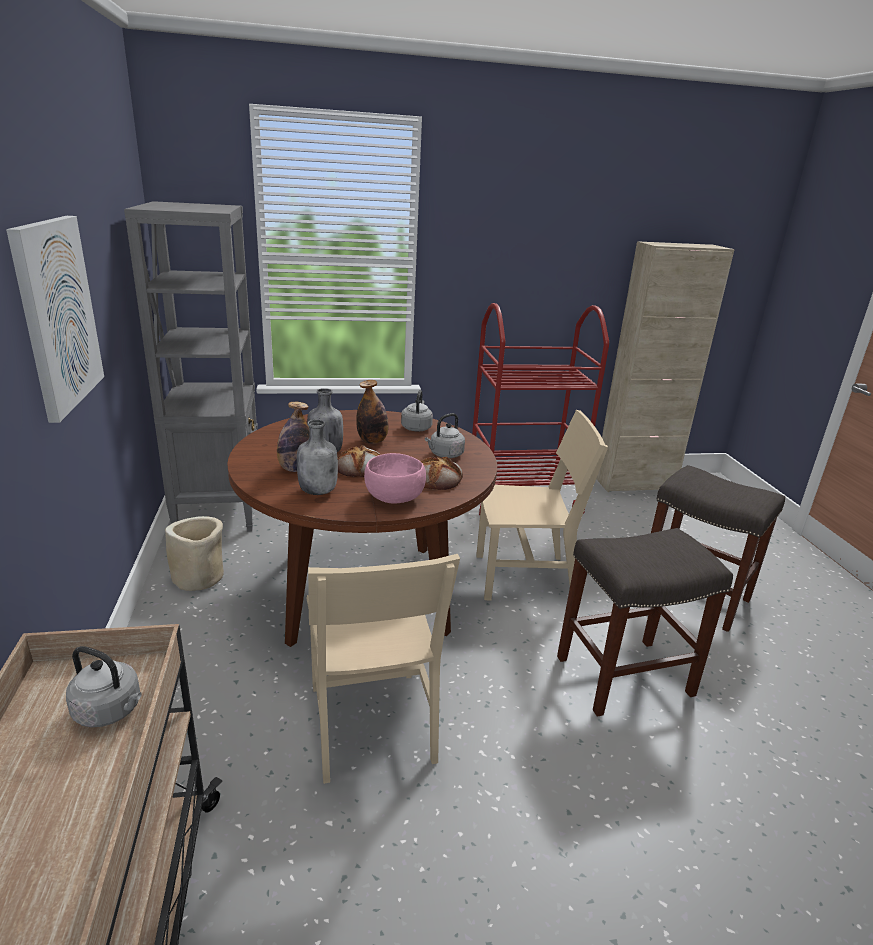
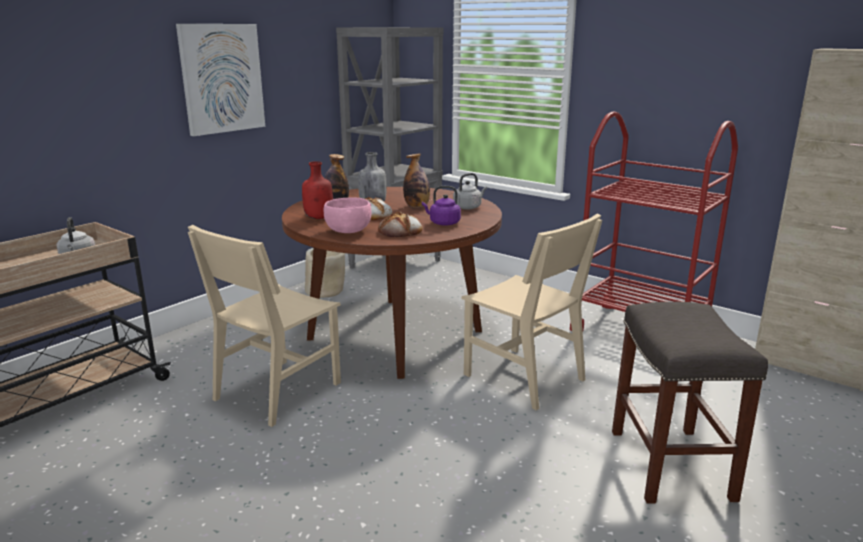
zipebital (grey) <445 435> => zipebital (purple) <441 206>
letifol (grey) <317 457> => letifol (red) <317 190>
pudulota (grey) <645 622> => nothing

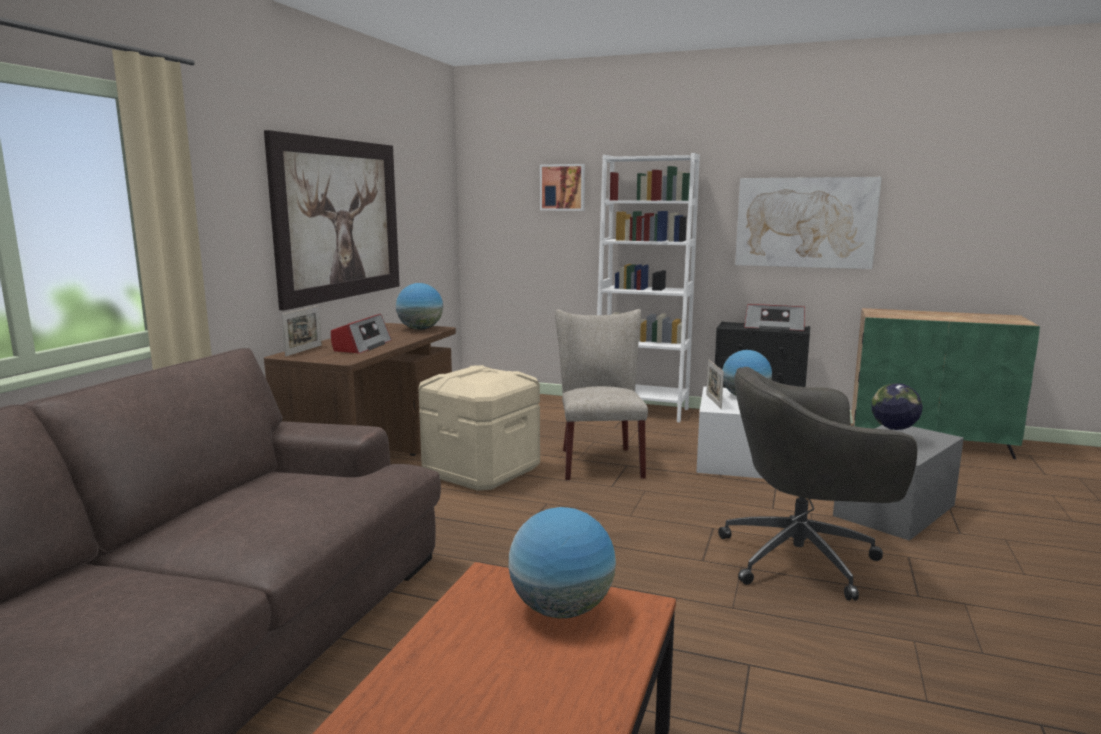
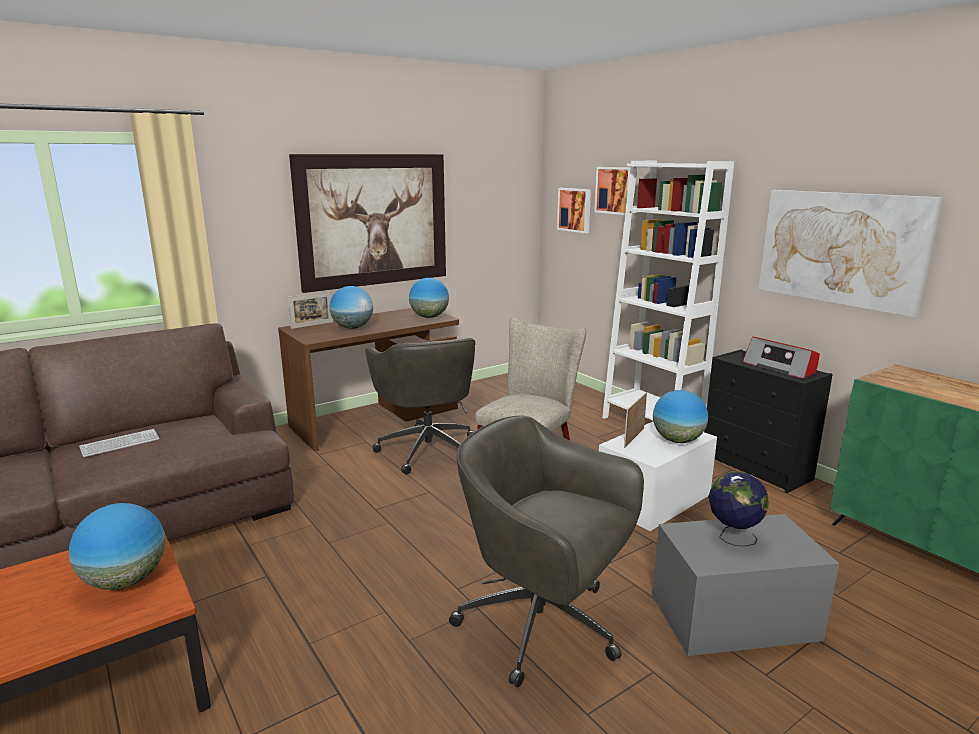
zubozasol <361 334> => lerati <351 307>
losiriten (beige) <479 428> => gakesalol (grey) <420 406>
nothing => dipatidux <574 210>
nothing => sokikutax <119 443>

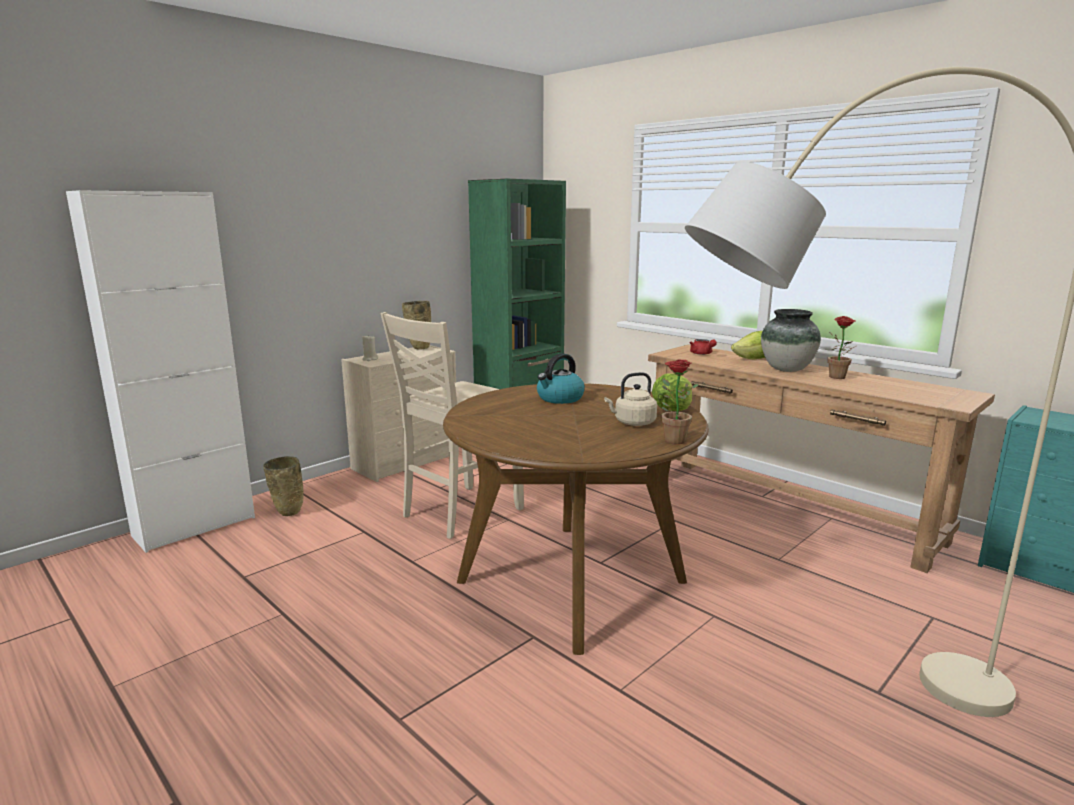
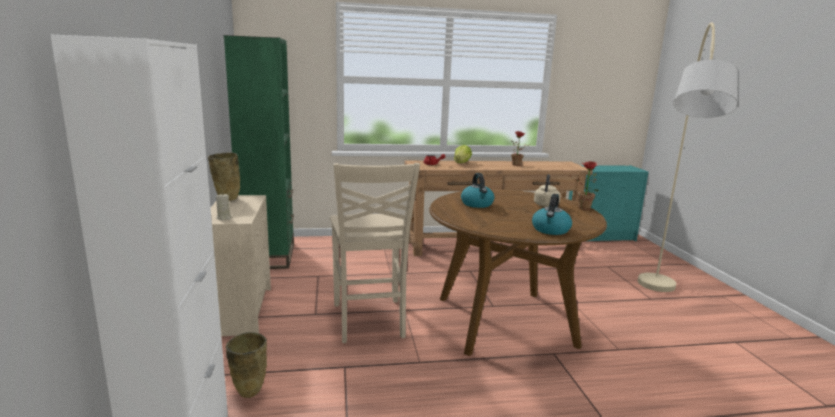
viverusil <791 340> => nothing
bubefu <672 392> => nothing
nothing => zipebital <552 214>

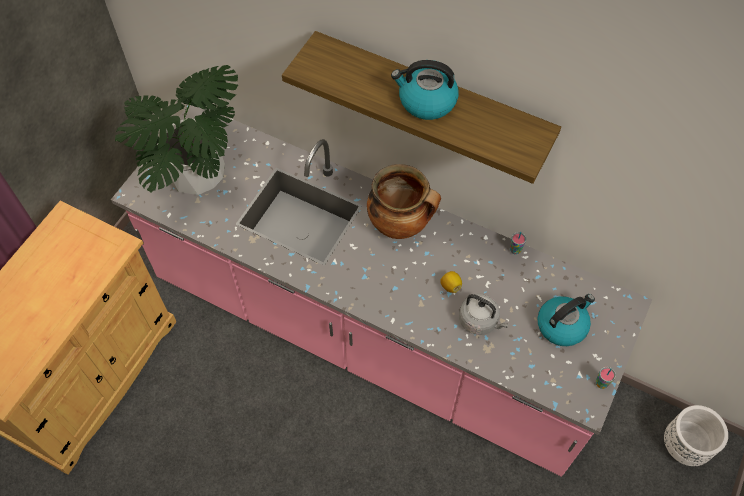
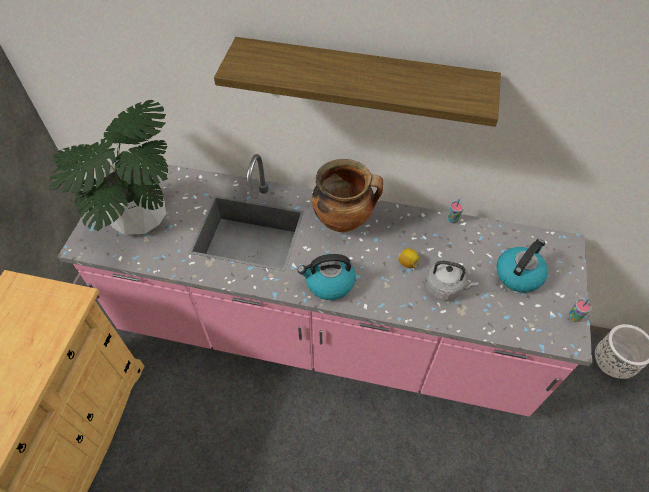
zipebital <425 90> => zipebital <326 277>, move

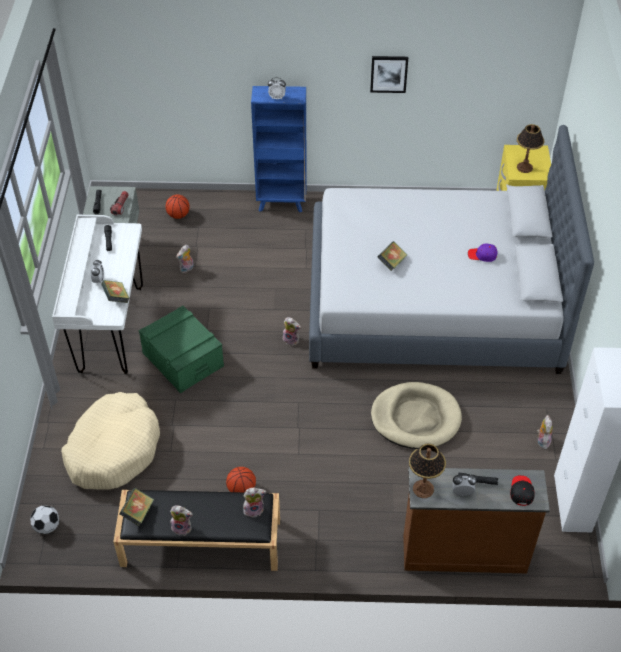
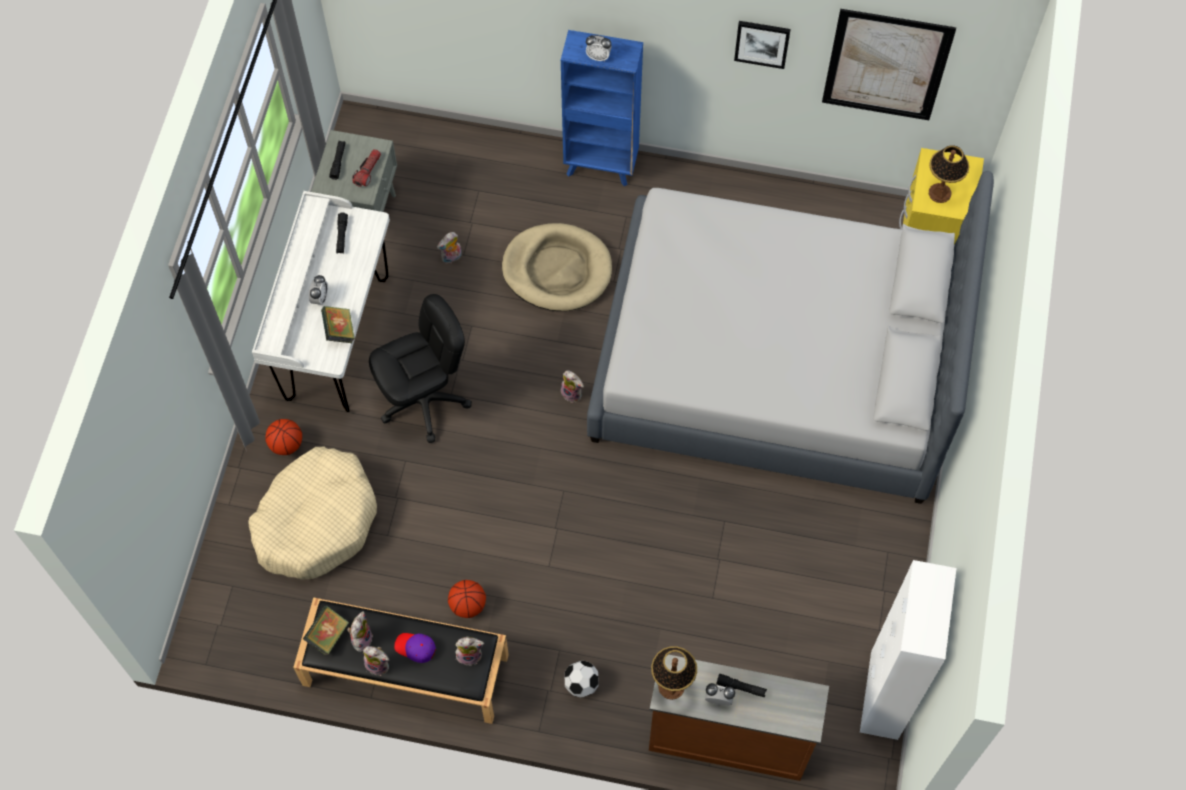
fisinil <178 207> => fisinil <283 437>, move
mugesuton <392 256> => nothing
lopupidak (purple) <483 253> => lopupidak (purple) <415 648>, move
losiriten (green) <181 349> => gakesalol (black) <420 368>
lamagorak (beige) <416 415> => lamagorak (beige) <557 267>, move
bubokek <545 432> => bubokek <360 631>, move
lopupidak (black) <522 490> => nothing
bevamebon <44 519> => bevamebon <581 679>, move
nothing => dipatidux <889 64>

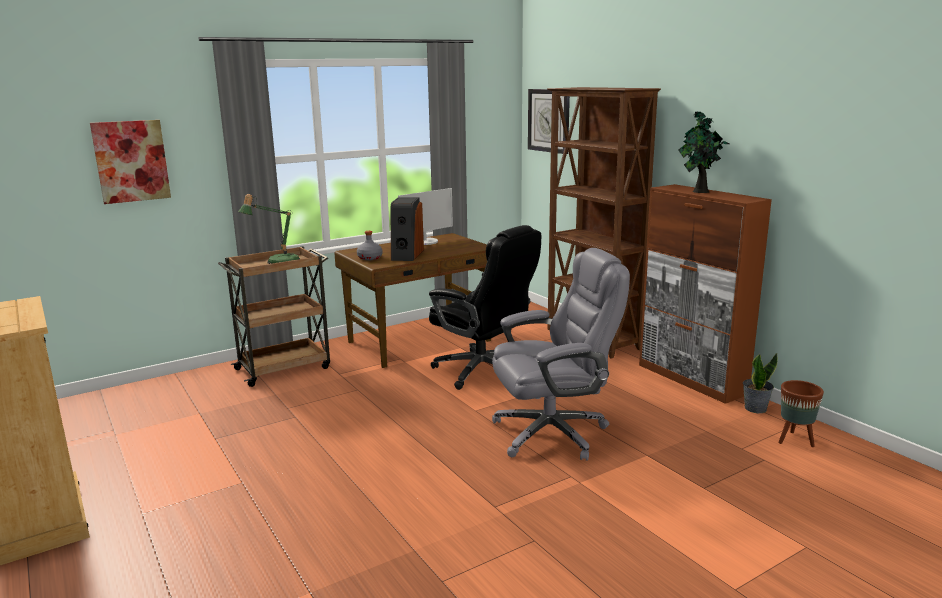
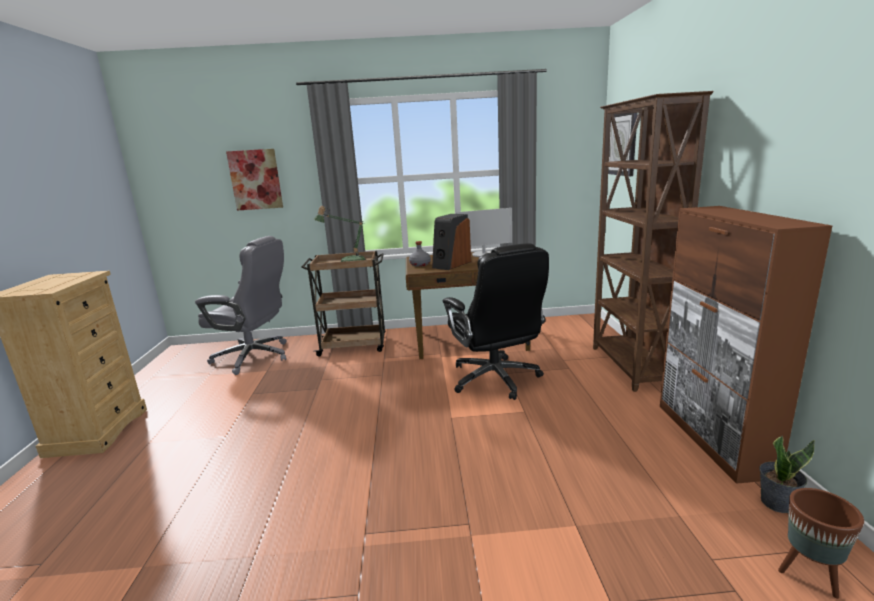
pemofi <704 152> => nothing
gakesalol (grey) <561 354> => gakesalol (grey) <241 305>, move

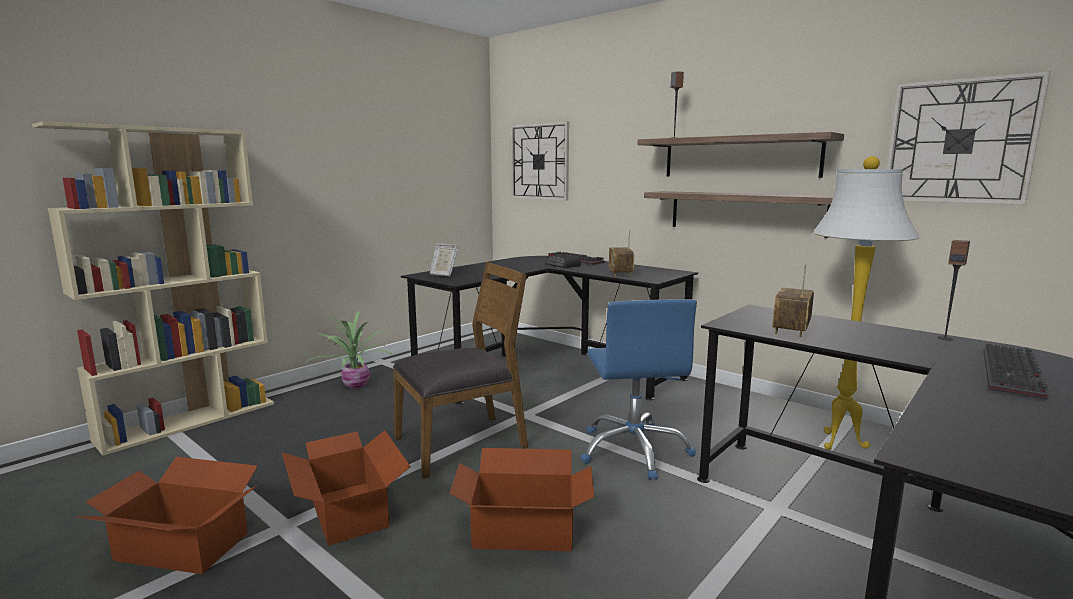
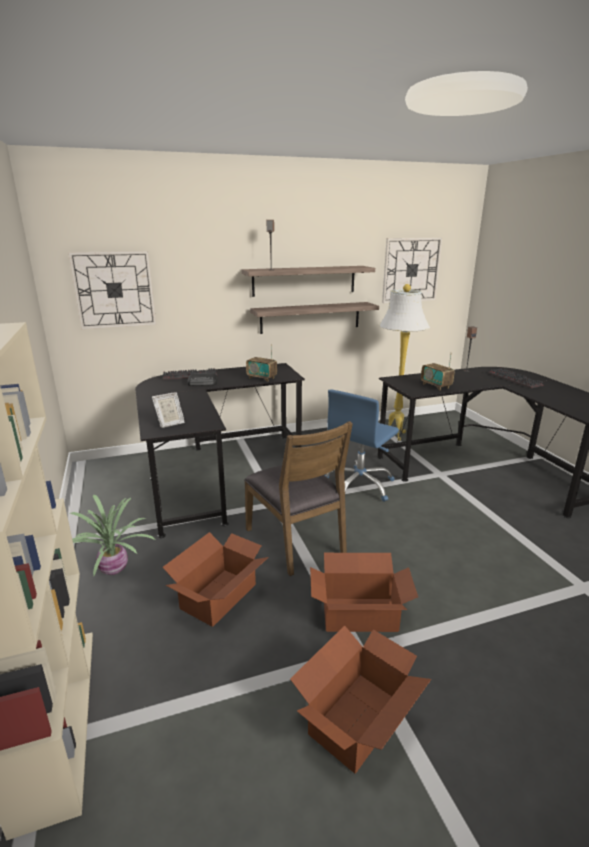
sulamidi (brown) <460 370> => sulamidi (brown) <298 498>, 150 degrees clockwise
gakesalol (blue) <639 389> => gakesalol (blue) <362 445>, 105 degrees clockwise
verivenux <521 499> => verivenux <215 579>, move

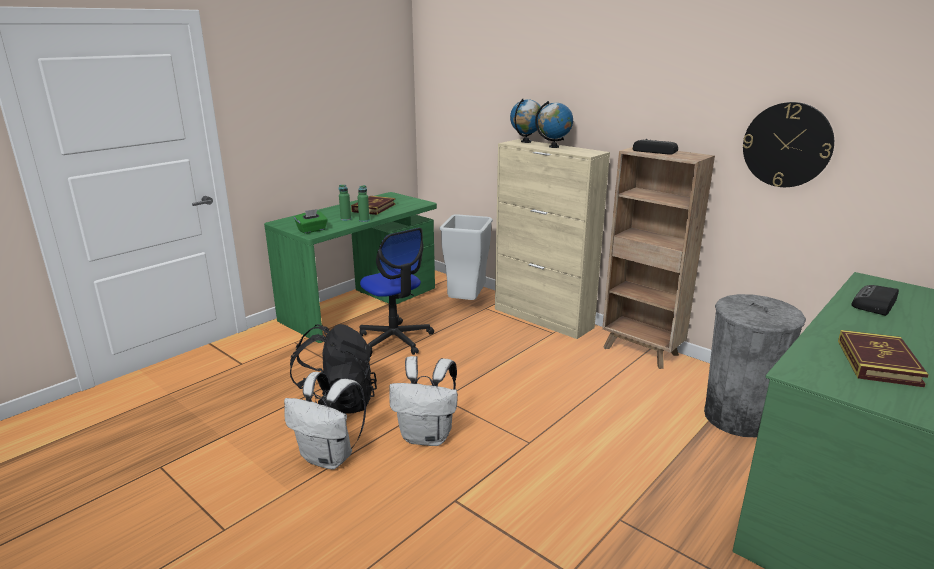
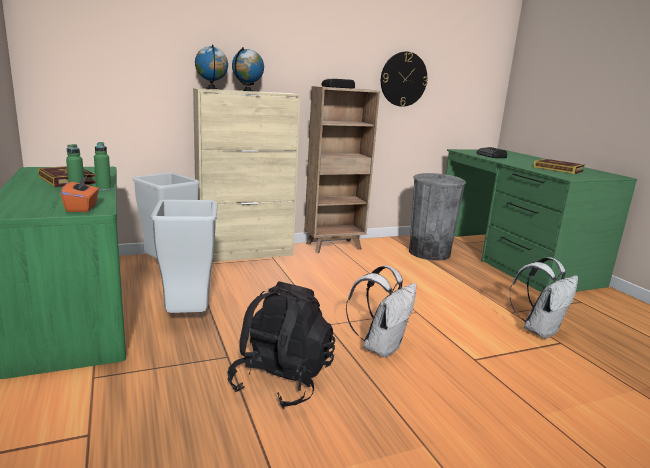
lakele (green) <311 221> => lakele (orange) <79 194>
gakesalol <396 291> => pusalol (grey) <183 256>
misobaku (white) <325 420> => misobaku (white) <544 298>, move

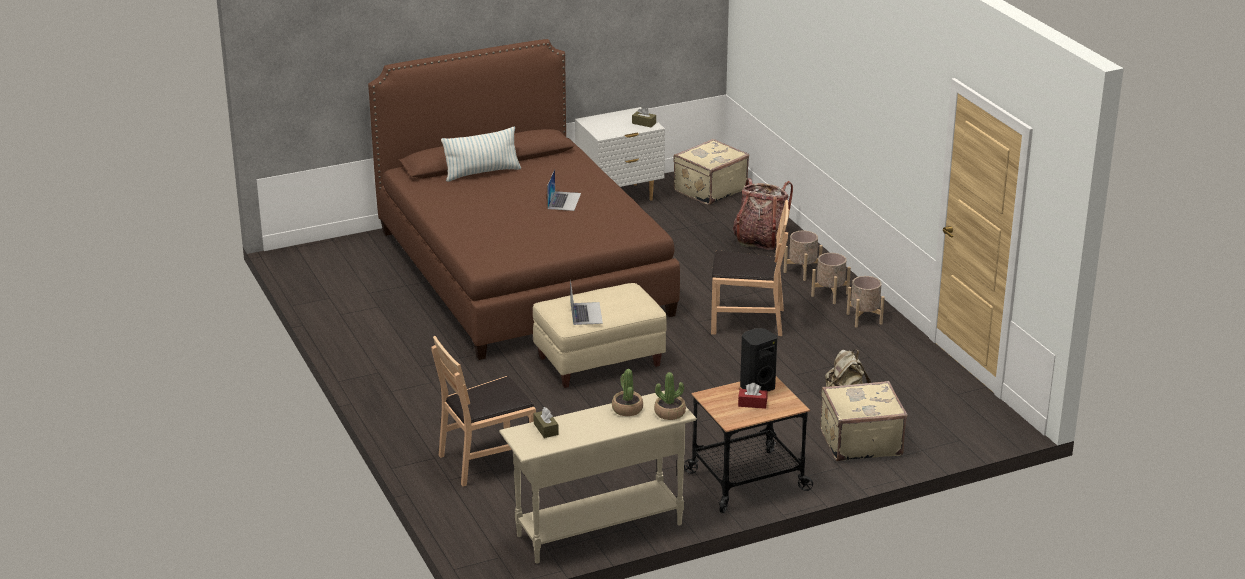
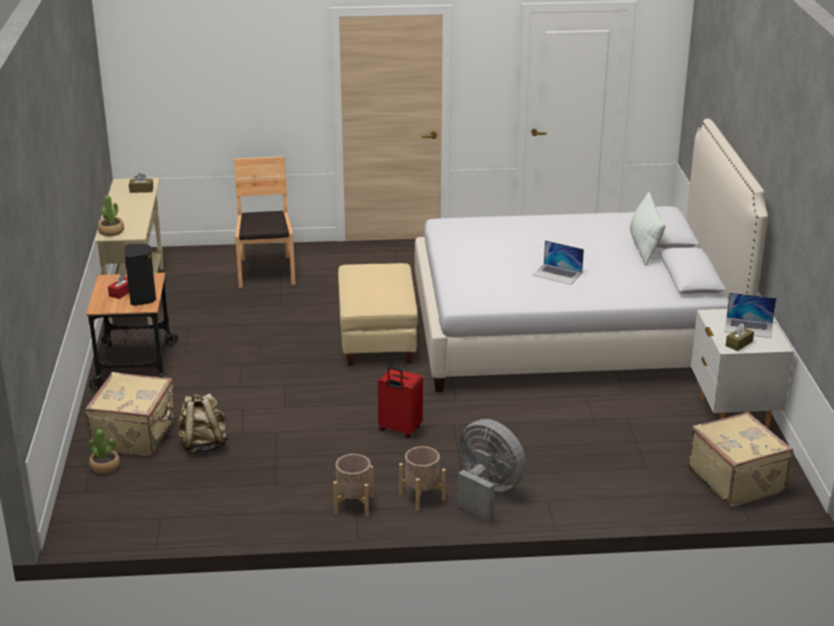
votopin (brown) <524 199> => votopin (white) <591 255>
misobaku <762 214> => nothing
sulamidi (brown) <750 268> => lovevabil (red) <400 402>
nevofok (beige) <803 256> => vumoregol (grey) <492 470>
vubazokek <586 302> => vubazokek <750 315>, move
pemofi <627 392> => pemofi <104 451>, move

